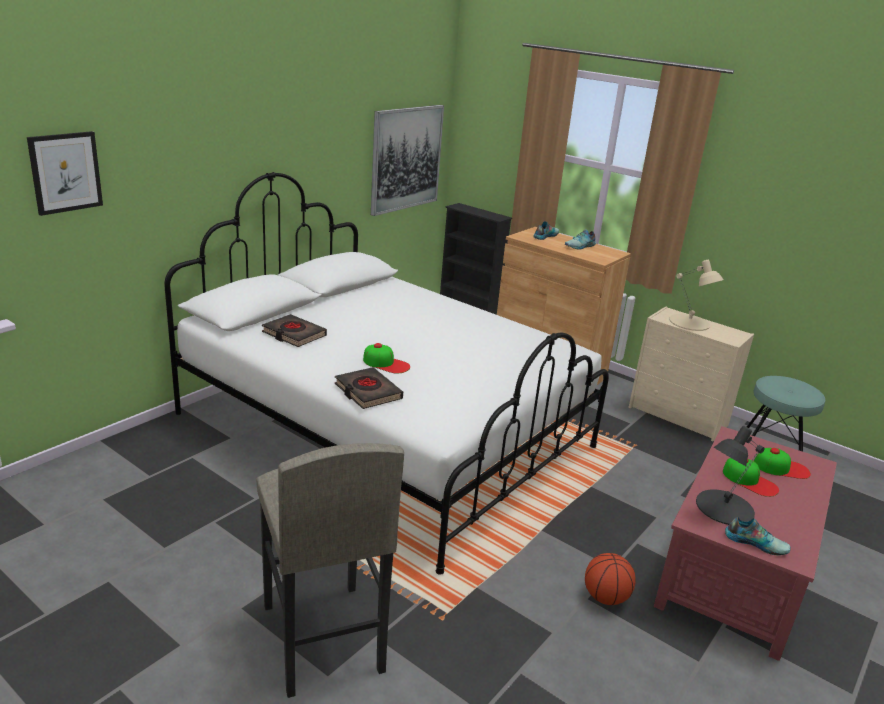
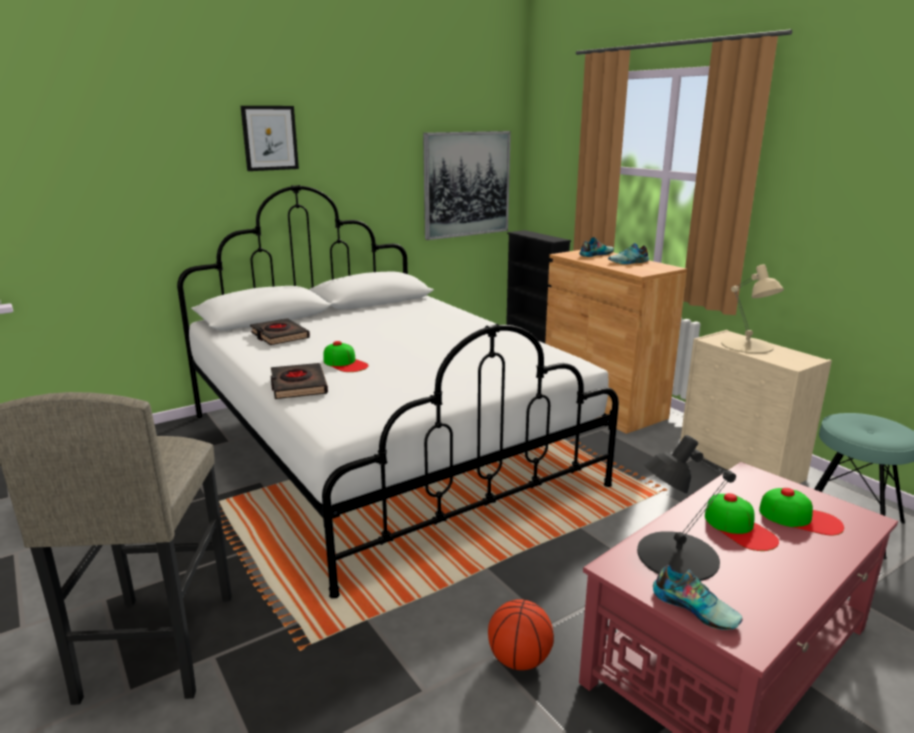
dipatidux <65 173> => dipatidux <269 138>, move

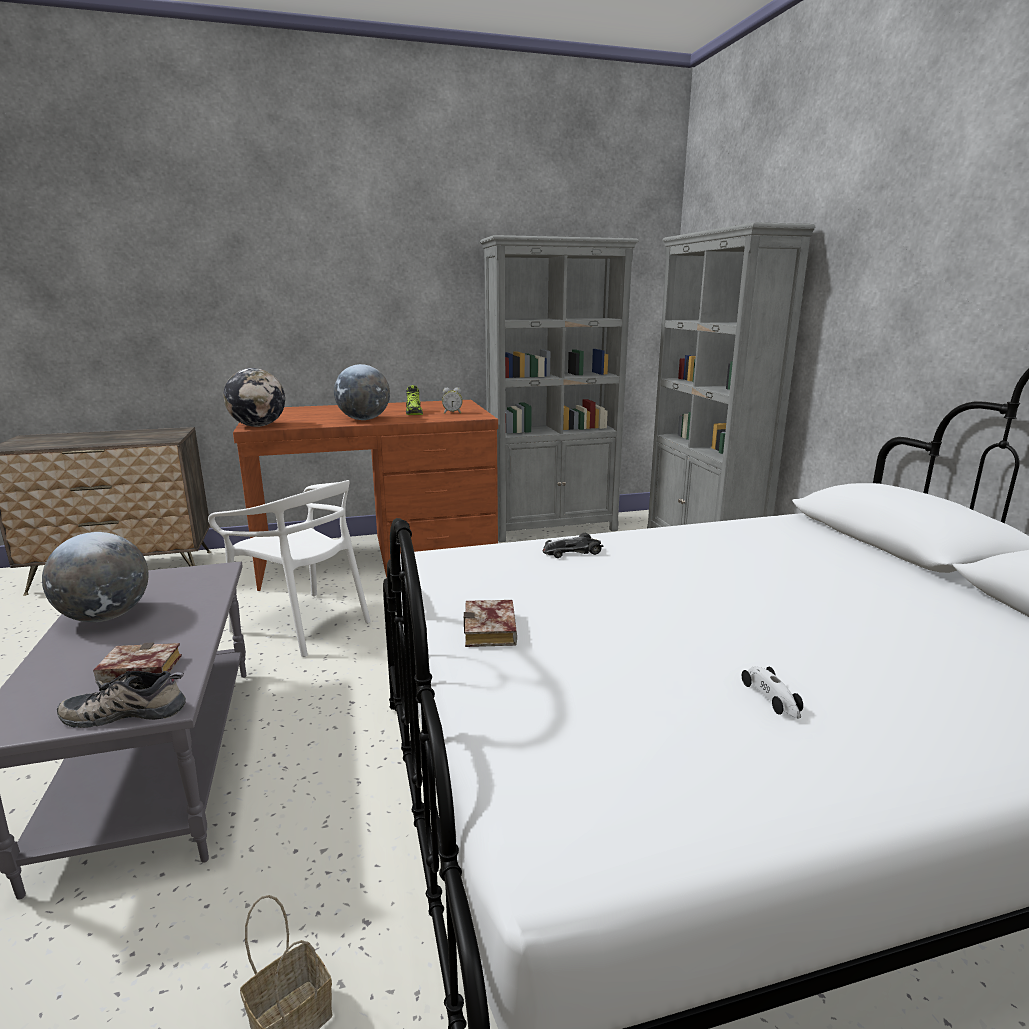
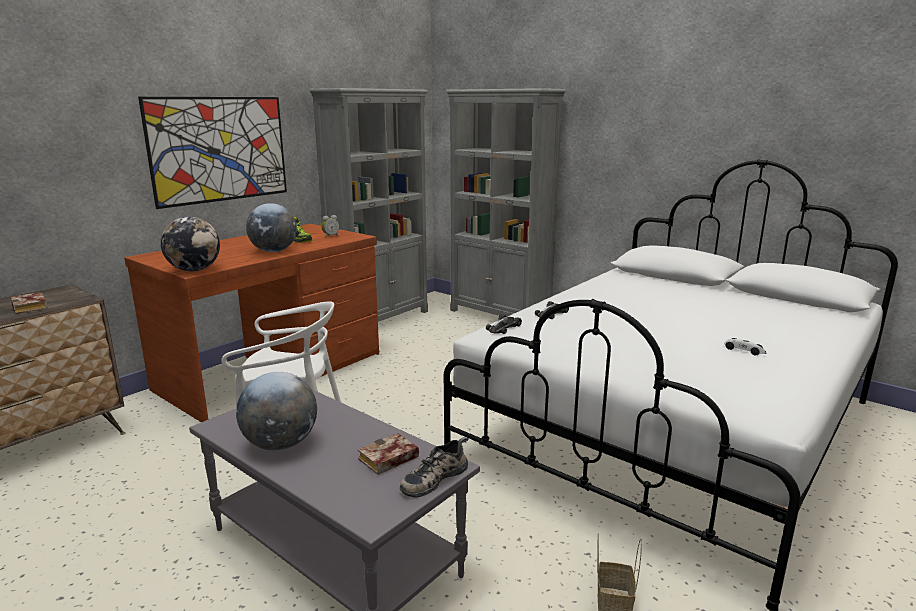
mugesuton <490 623> => mugesuton <29 303>, move
nothing => dipatidux <212 153>
nothing => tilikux <504 324>

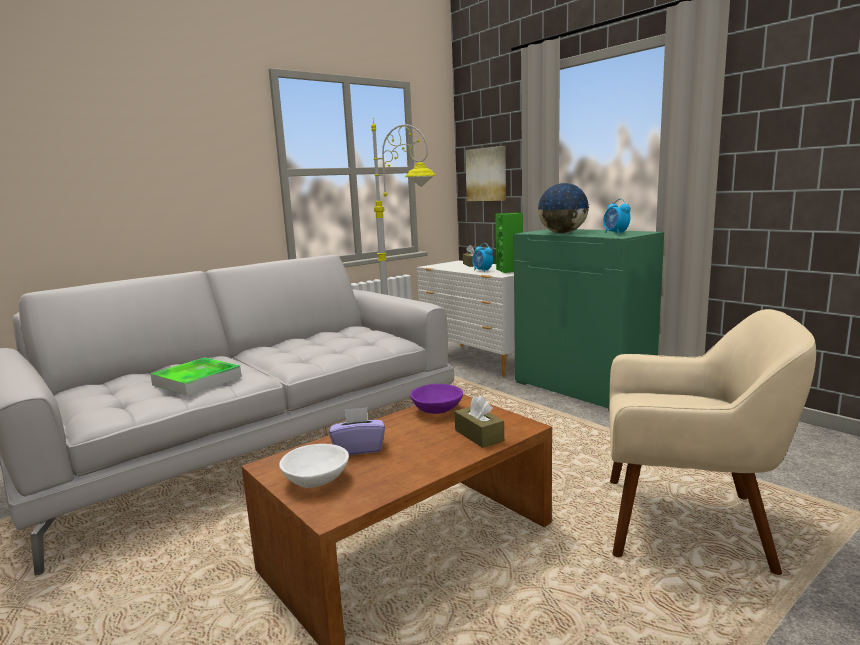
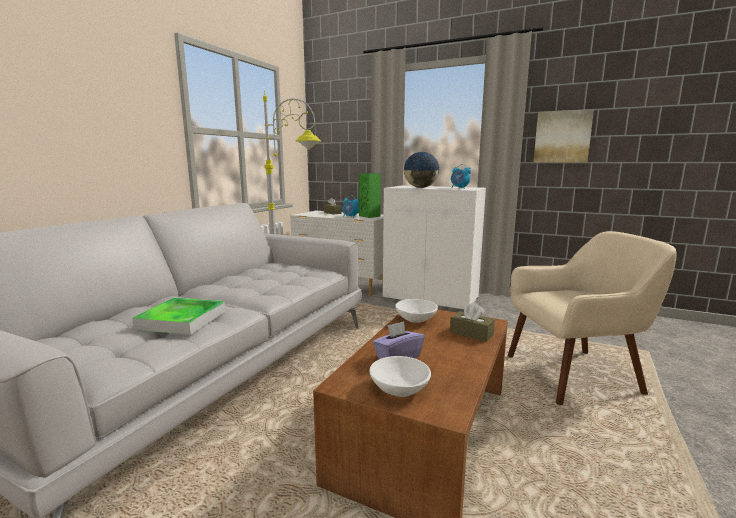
dipatidux <485 173> => dipatidux <563 136>, move
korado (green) <589 320> => korado (white) <434 248>
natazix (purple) <436 399> => natazix (white) <416 311>

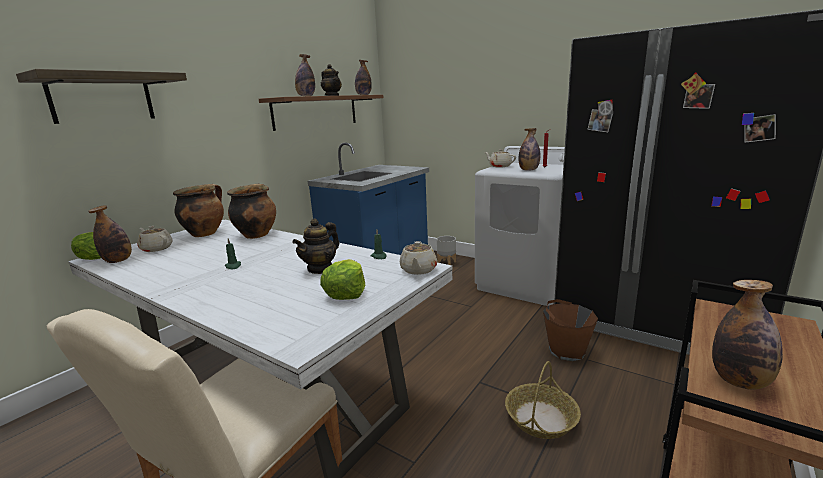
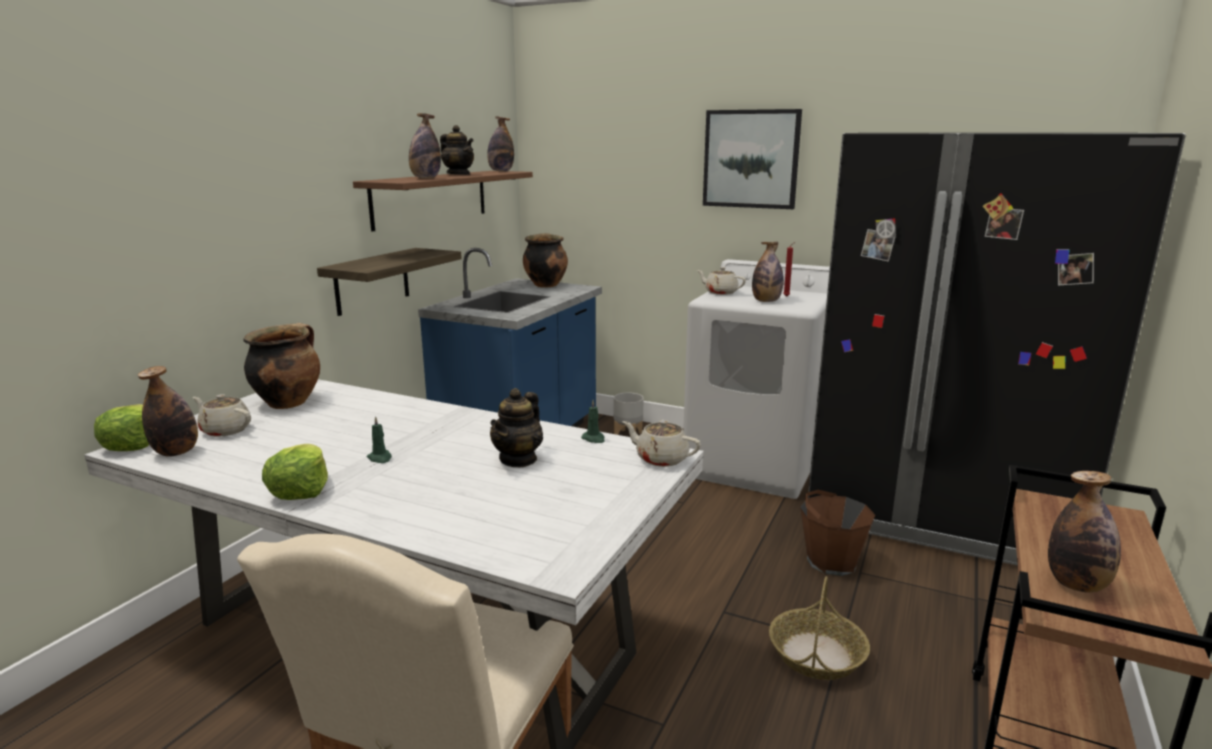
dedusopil <101 96> => dedusopil <389 282>, move
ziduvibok <251 211> => ziduvibok <545 260>, move
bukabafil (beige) <418 258> => bukabafil (beige) <661 443>, 120 degrees clockwise
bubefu <342 279> => bubefu <295 472>, move
nothing => dipatidux <752 159>

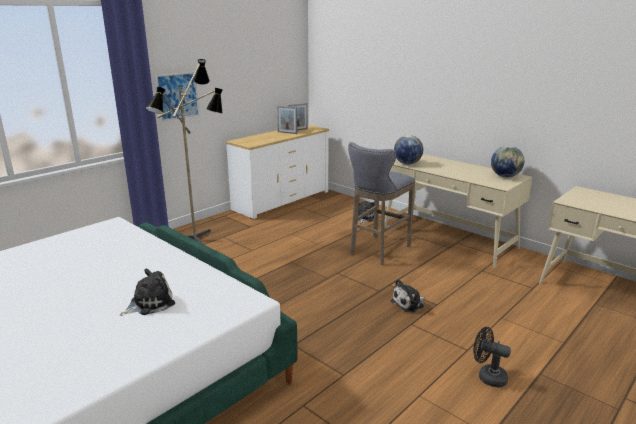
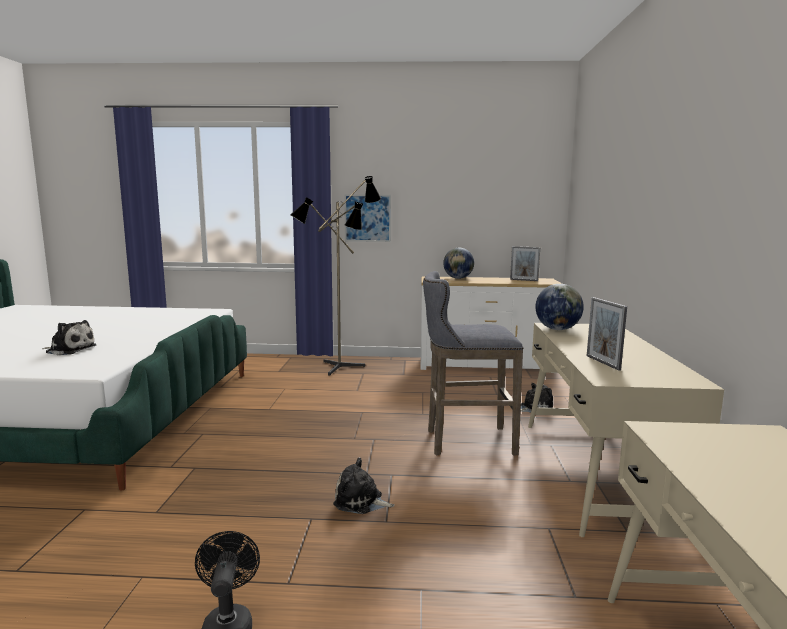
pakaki <287 120> => pakaki <607 334>, move
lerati <507 162> => lerati <458 263>, move

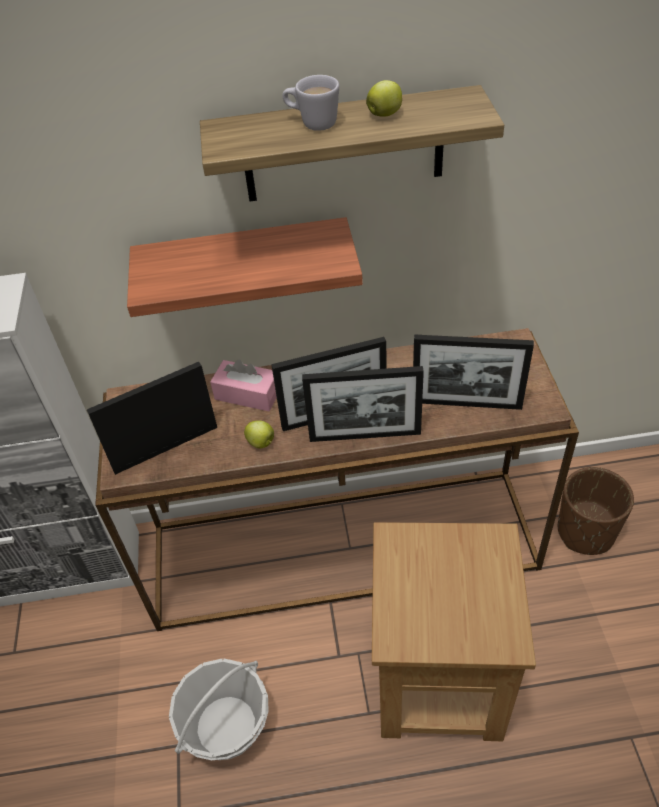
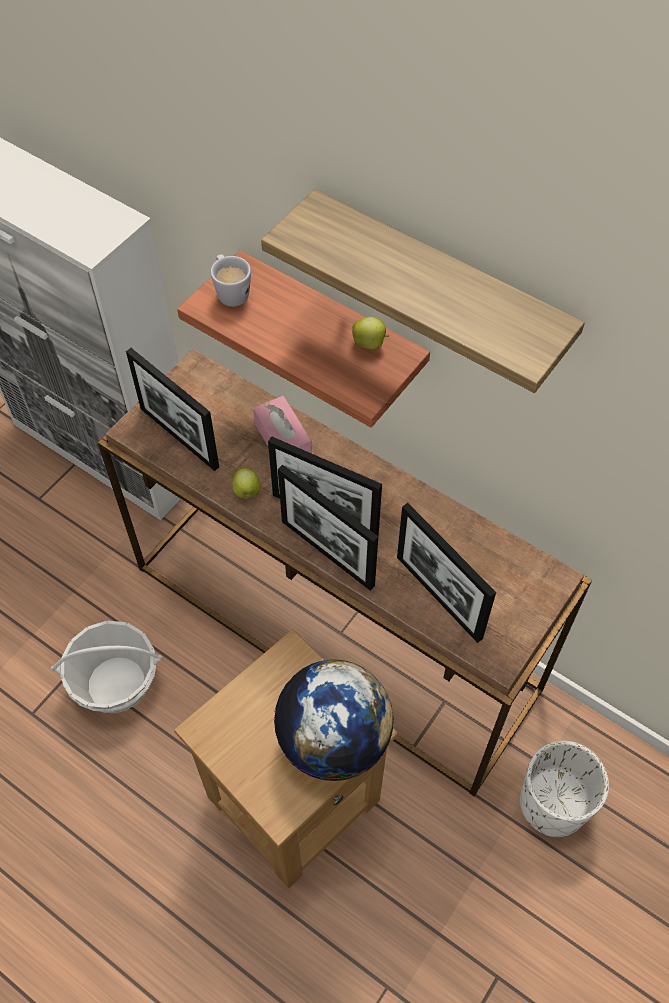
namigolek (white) <310 103> => namigolek (white) <231 280>, move
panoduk <384 98> => panoduk <370 333>, move
pakaki <152 418> => pakaki <172 409>, 150 degrees counterclockwise
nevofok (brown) <596 511> => nevofok (white) <564 789>
nothing => lerati <334 720>

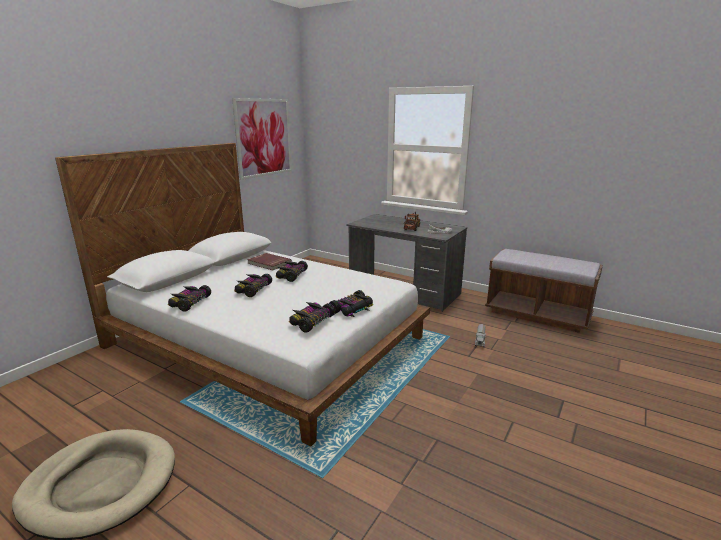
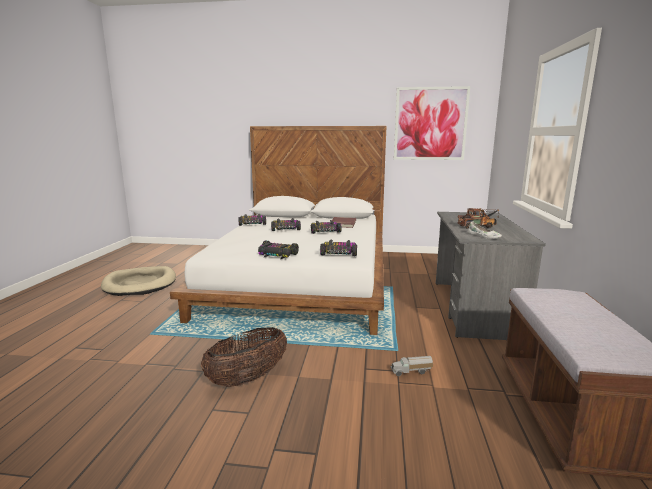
tilikux <312 317> => tilikux <338 248>, move
nothing => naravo <244 357>

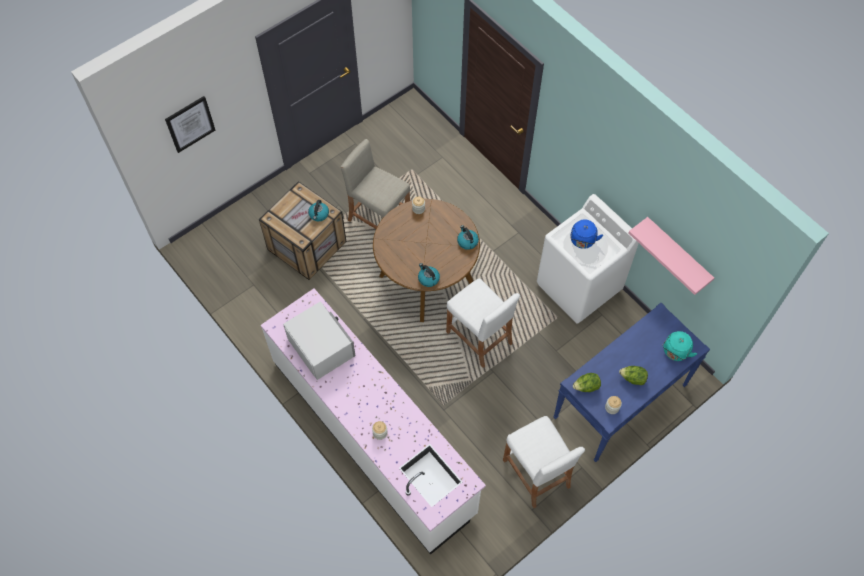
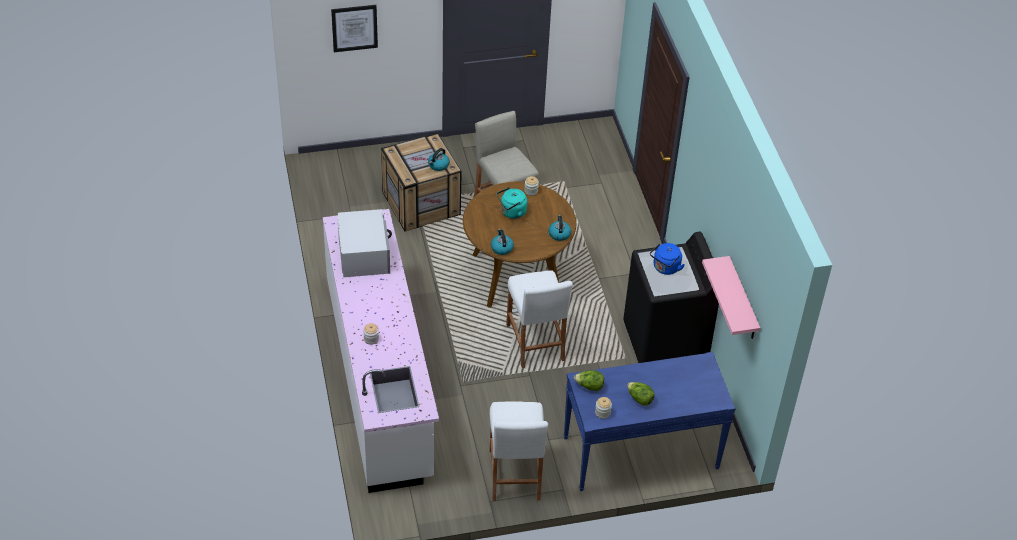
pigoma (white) <588 259> => pigoma (black) <671 297>
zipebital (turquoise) <679 346> => zipebital (turquoise) <511 203>, move

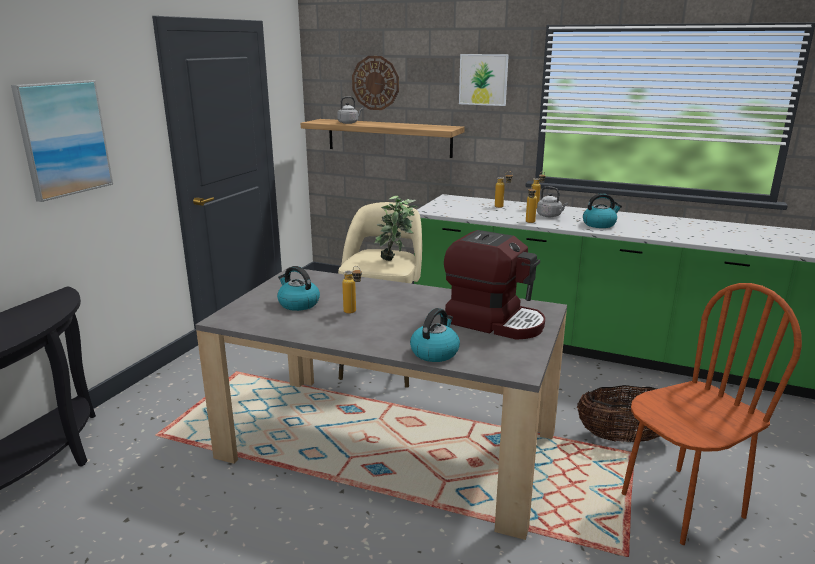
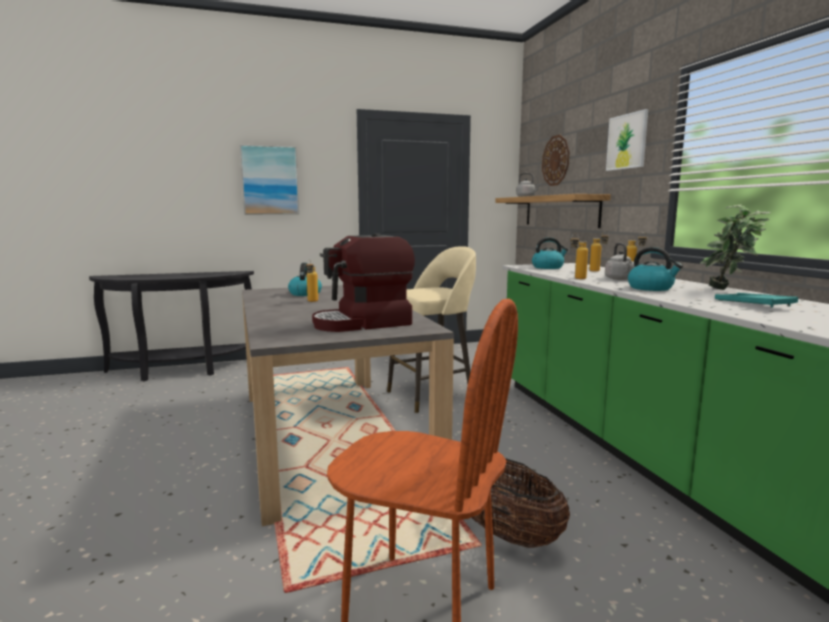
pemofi <395 228> => pemofi <735 247>, move
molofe <494 285> => molofe <363 283>, 75 degrees clockwise
zipebital <435 335> => zipebital <550 253>, move
nothing => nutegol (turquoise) <756 300>

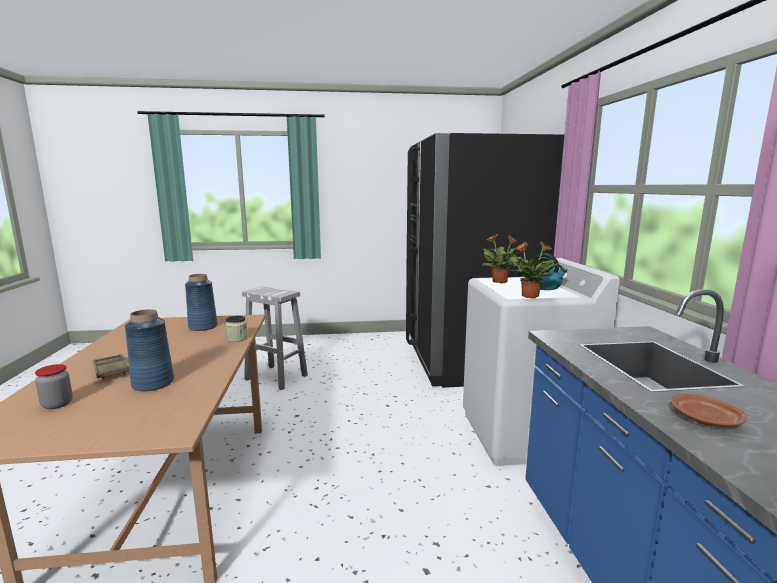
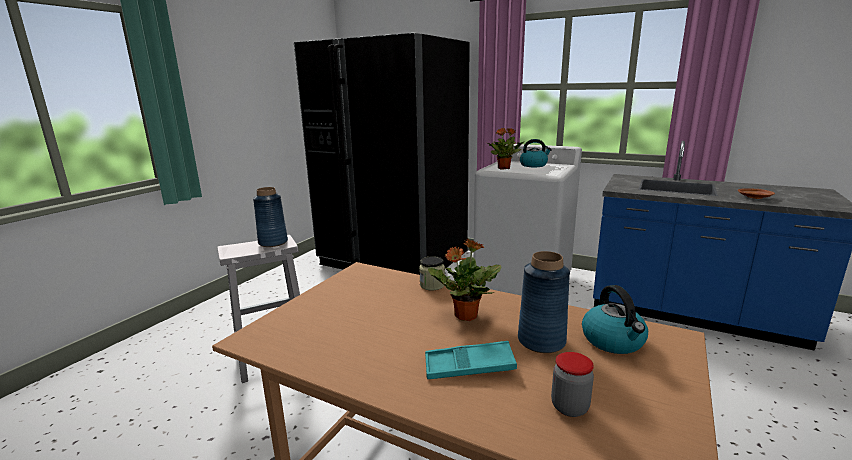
pemofi <533 269> => pemofi <464 280>, move
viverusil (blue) <201 302> => viverusil (blue) <270 217>, move
nutegol (brown) <111 366> => nutegol (turquoise) <471 360>
nothing => zipebital <615 319>

